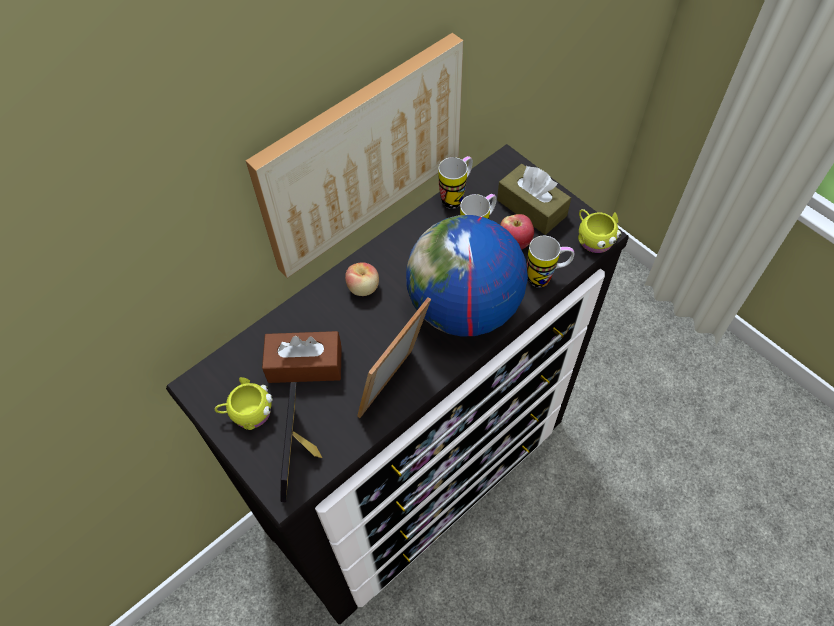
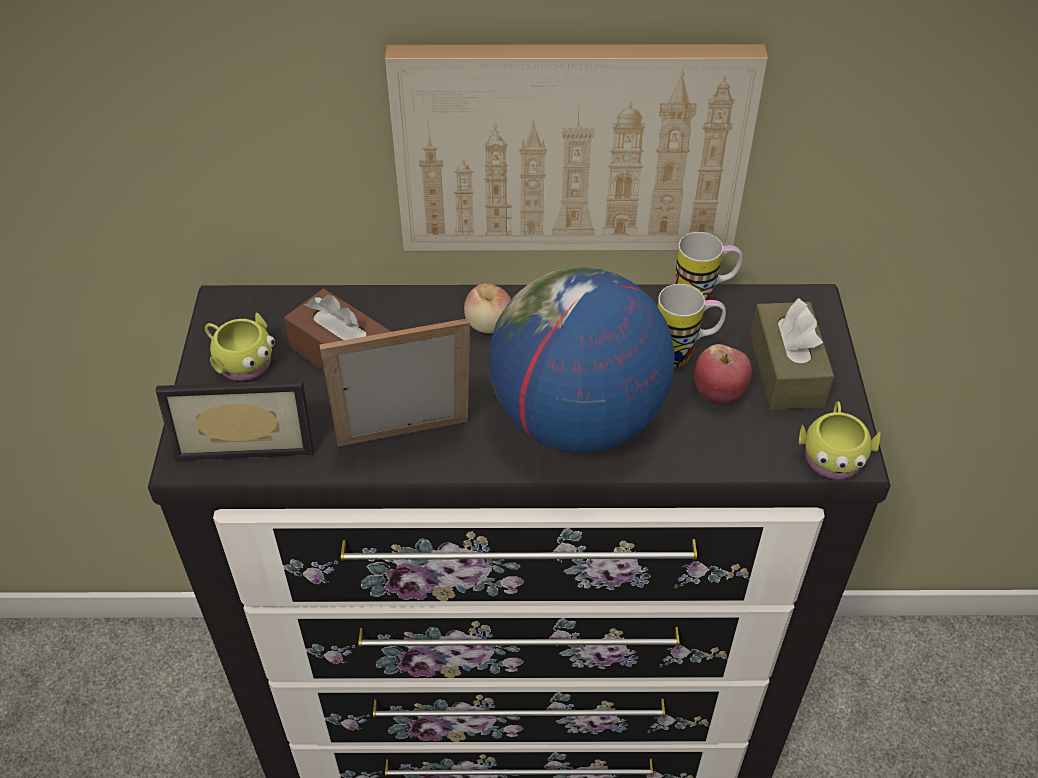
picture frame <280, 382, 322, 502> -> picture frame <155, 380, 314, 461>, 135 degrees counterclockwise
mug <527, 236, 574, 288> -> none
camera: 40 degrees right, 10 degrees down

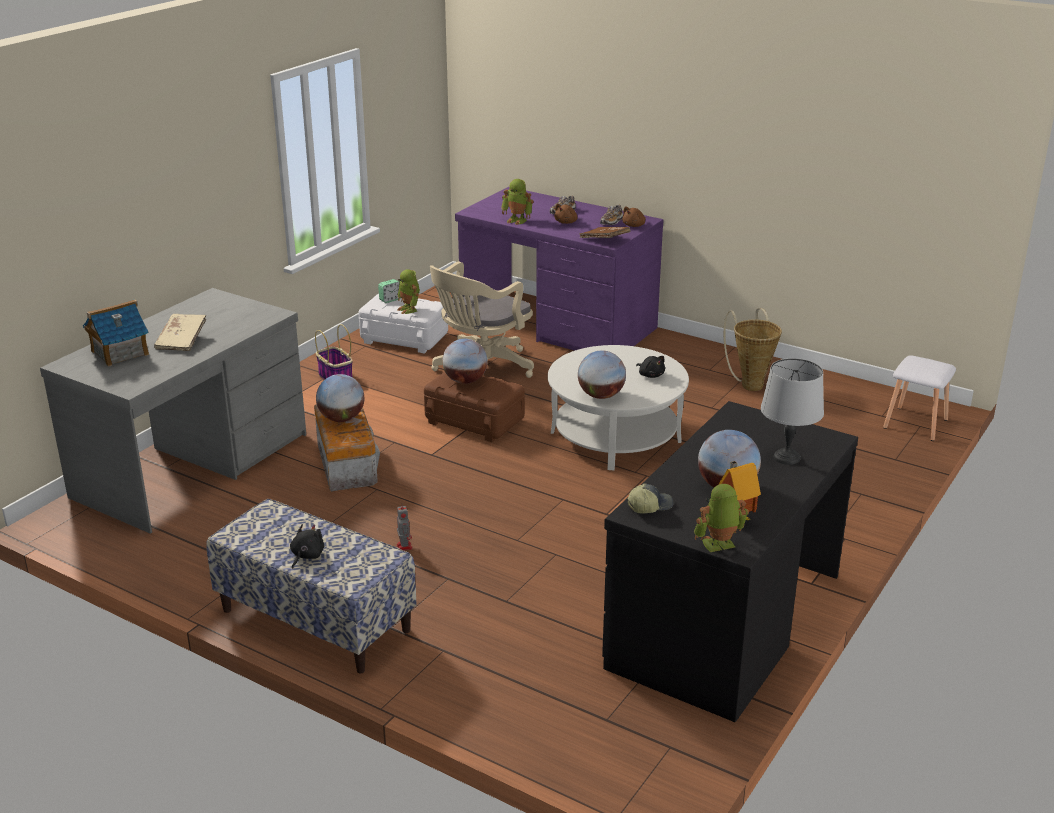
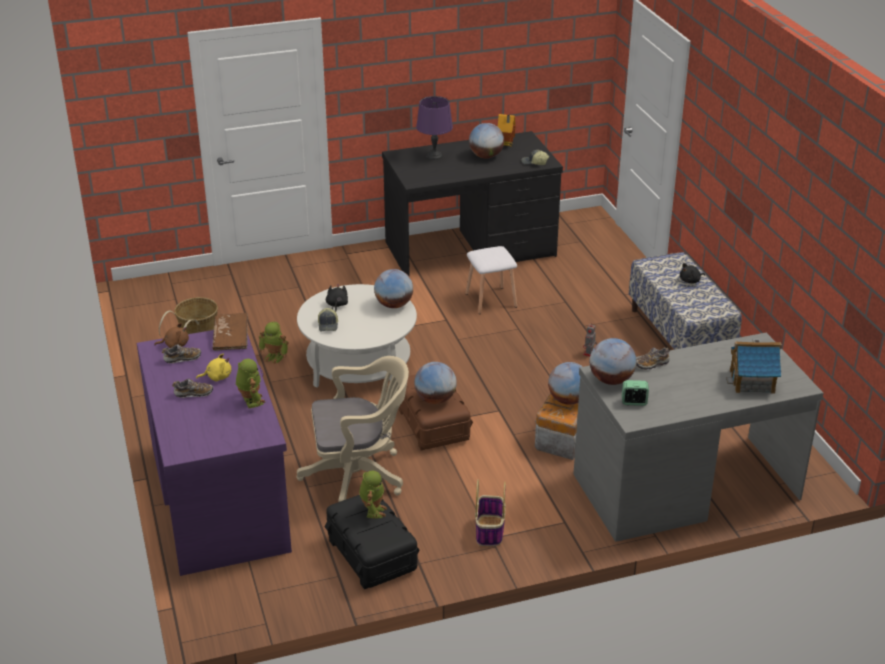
plush toy in brown <554, 204, 577, 224> -> plush toy in yellow <196, 353, 231, 381>
toy robot <694, 484, 749, 552> -> toy robot <259, 321, 289, 364>, moved
none -> cap <318, 308, 338, 331>
storage box in white <359, 294, 448, 353> -> storage box in black <325, 495, 420, 589>
table lamp in grey <761, 358, 824, 465> -> table lamp in purple <416, 96, 453, 160>
stool in white <883, 355, 956, 441> -> stool in white <465, 246, 517, 314>, moved
none -> globe <590, 338, 637, 385>
alarm clock <378, 279, 401, 303> -> alarm clock <622, 380, 649, 406>, moved
none -> shoe <636, 347, 670, 370>
book in beige <154, 314, 206, 351> -> none
camera: 140 degrees left, 5 degrees up

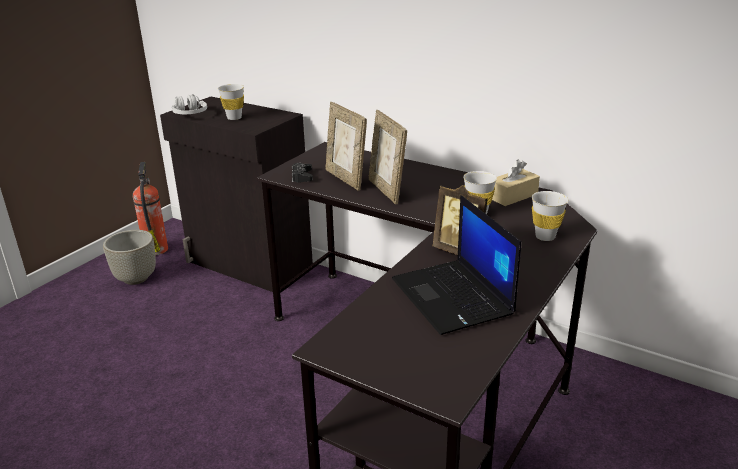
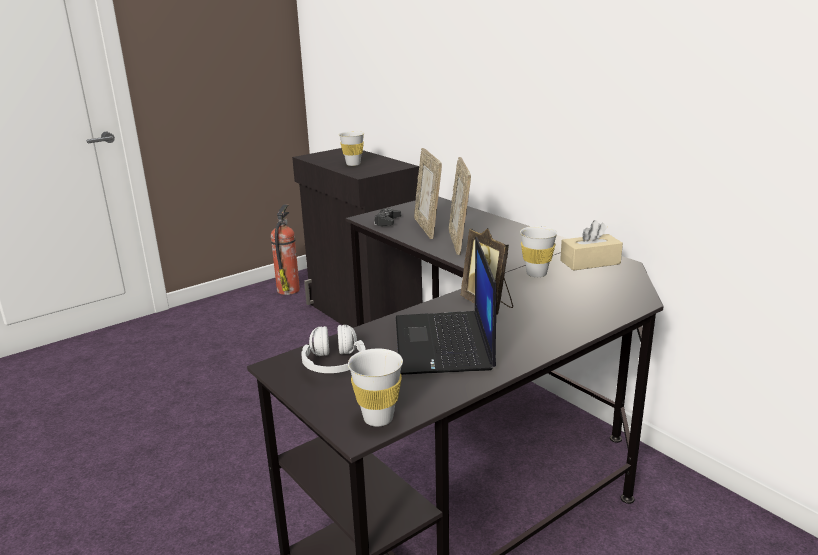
headphones in white <172, 94, 207, 114> -> headphones in white <301, 325, 366, 373>, moved
cup in white <532, 191, 568, 241> -> cup in white <348, 348, 403, 427>, moved
planter in grey <103, 230, 156, 285> -> none
camera: 20 degrees right, 5 degrees down

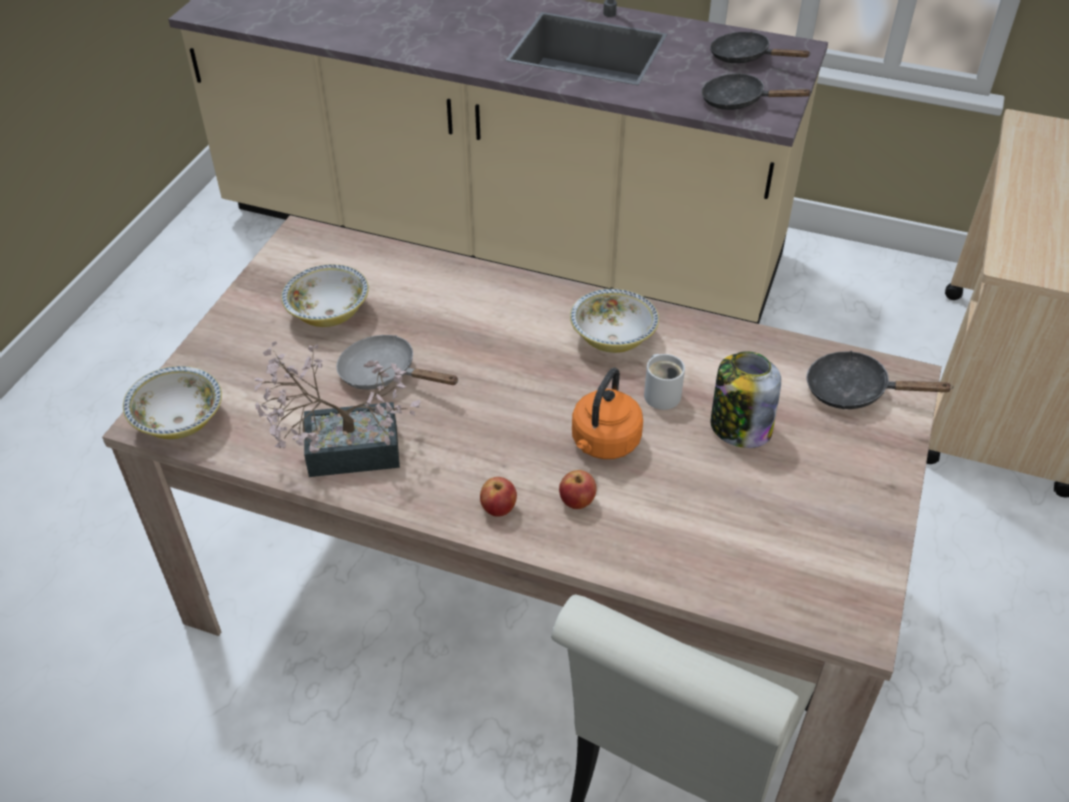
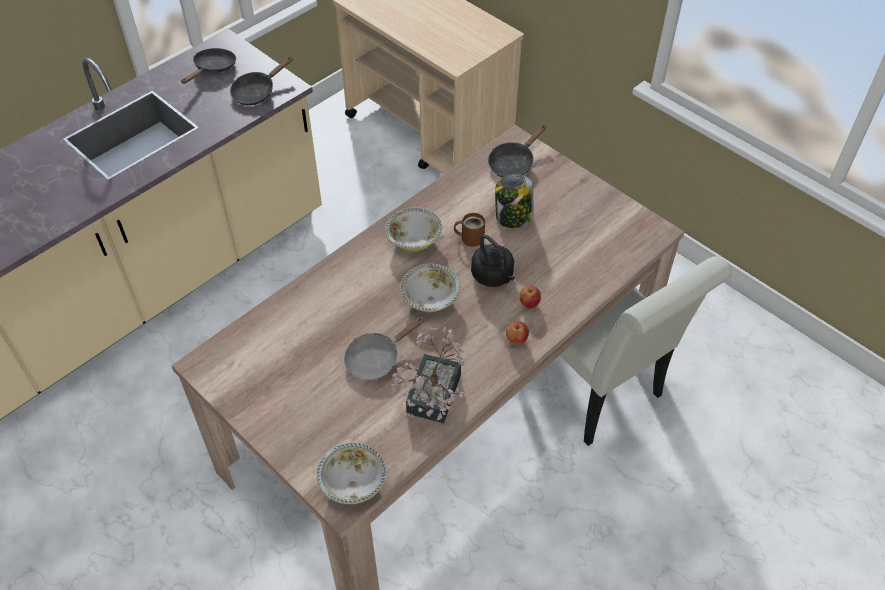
frying pan in black <710, 32, 810, 63> -> frying pan in black <181, 48, 236, 84>, 150 degrees clockwise
bowl <281, 264, 369, 327> -> bowl <400, 264, 460, 312>, moved
mug in white <644, 354, 685, 410> -> mug in brown <454, 213, 485, 247>
kettle in orange <572, 368, 643, 459> -> kettle in black <471, 235, 515, 287>
camera: 65 degrees left, 5 degrees up

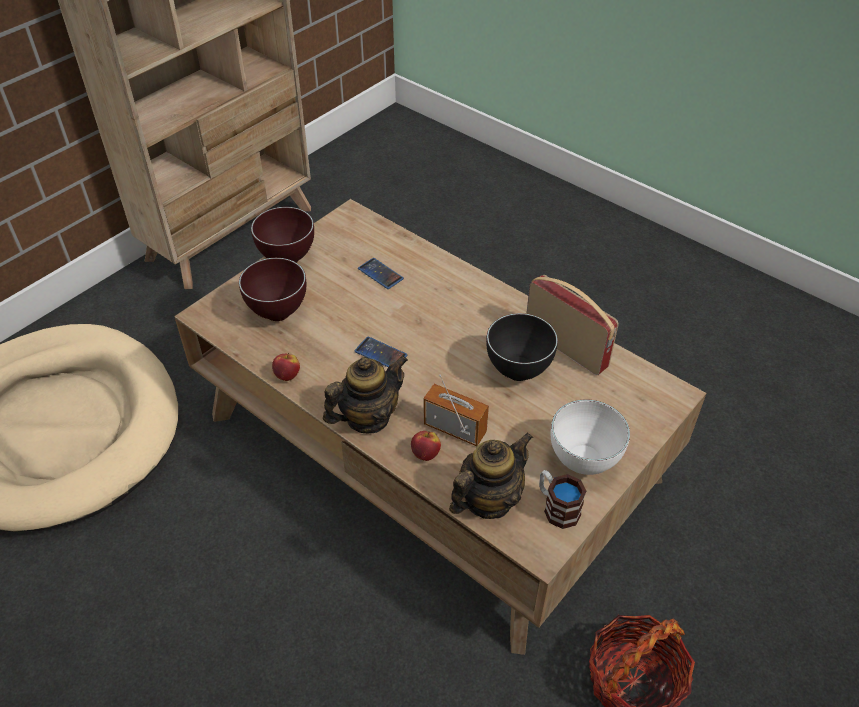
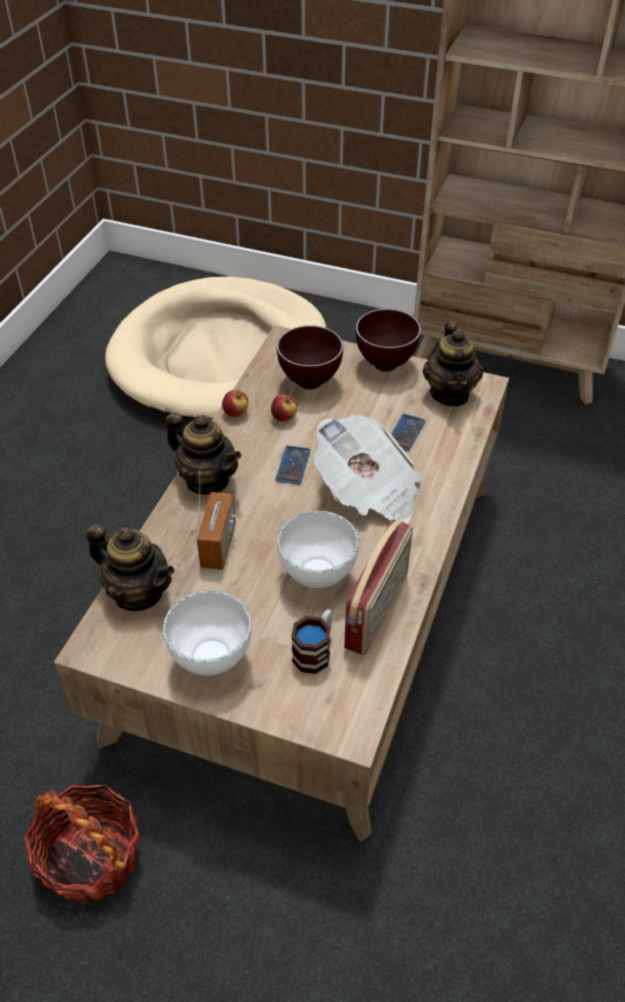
apple <411, 431, 441, 461> -> apple <271, 394, 297, 422>, moved
bowl in black <486, 313, 558, 381> -> bowl in white <277, 510, 359, 588>
mug <539, 470, 587, 529> -> mug <291, 609, 332, 674>, moved
none -> newspaper <313, 415, 422, 524>
none -> teapot <422, 321, 484, 407>
camera: 70 degrees right, 0 degrees up

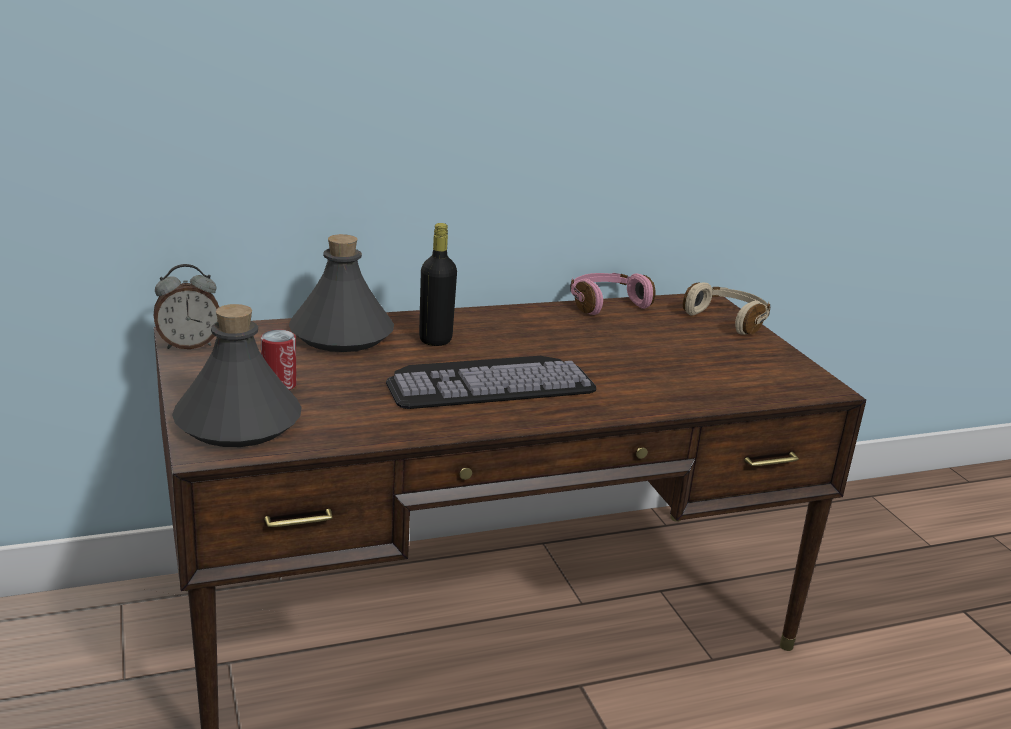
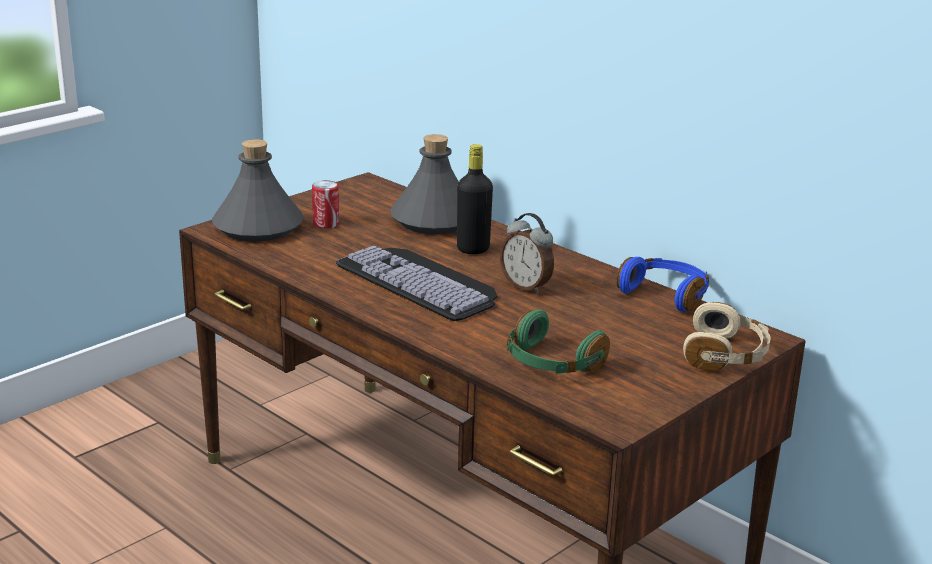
alarm clock <153, 264, 219, 349> -> alarm clock <500, 213, 554, 293>, moved
none -> headphones in green <507, 310, 610, 374>
headphones in pink <570, 273, 656, 315> -> headphones in blue <616, 257, 709, 311>
camera: 65 degrees right, 0 degrees up

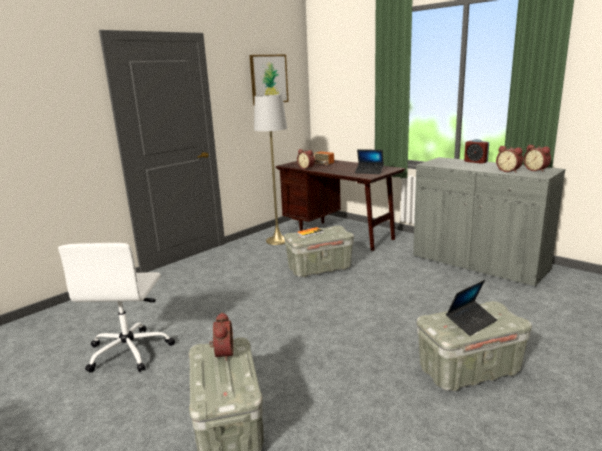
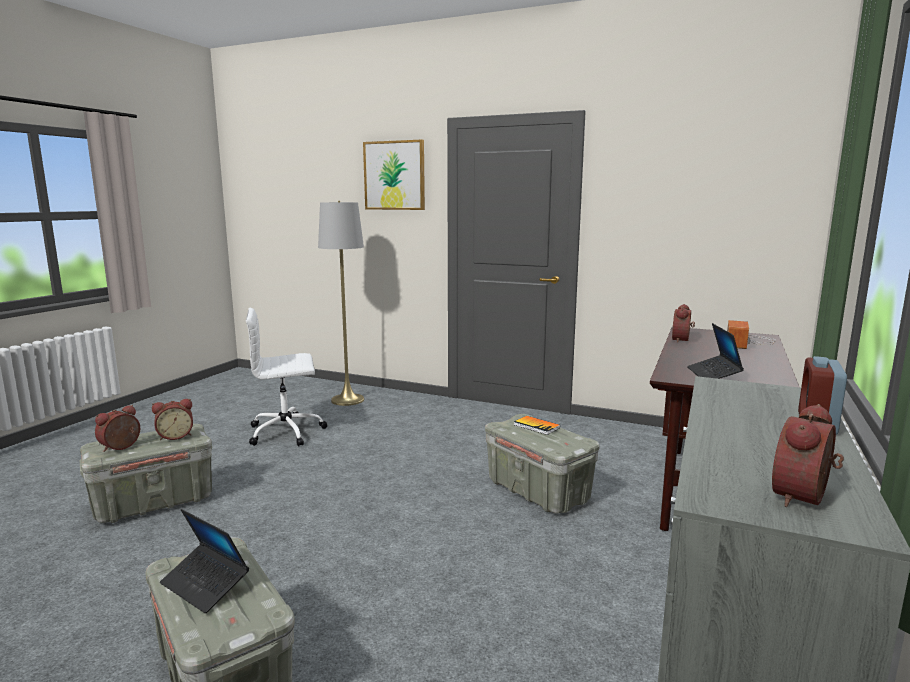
alarm clock <496, 146, 523, 173> -> alarm clock <95, 405, 140, 452>, moved
floor lamp in grey <254, 94, 287, 245> -> floor lamp in grey <318, 201, 364, 406>, moved
picture <250, 55, 289, 105> -> picture <363, 140, 425, 210>, moved
camera: 70 degrees right, 5 degrees down

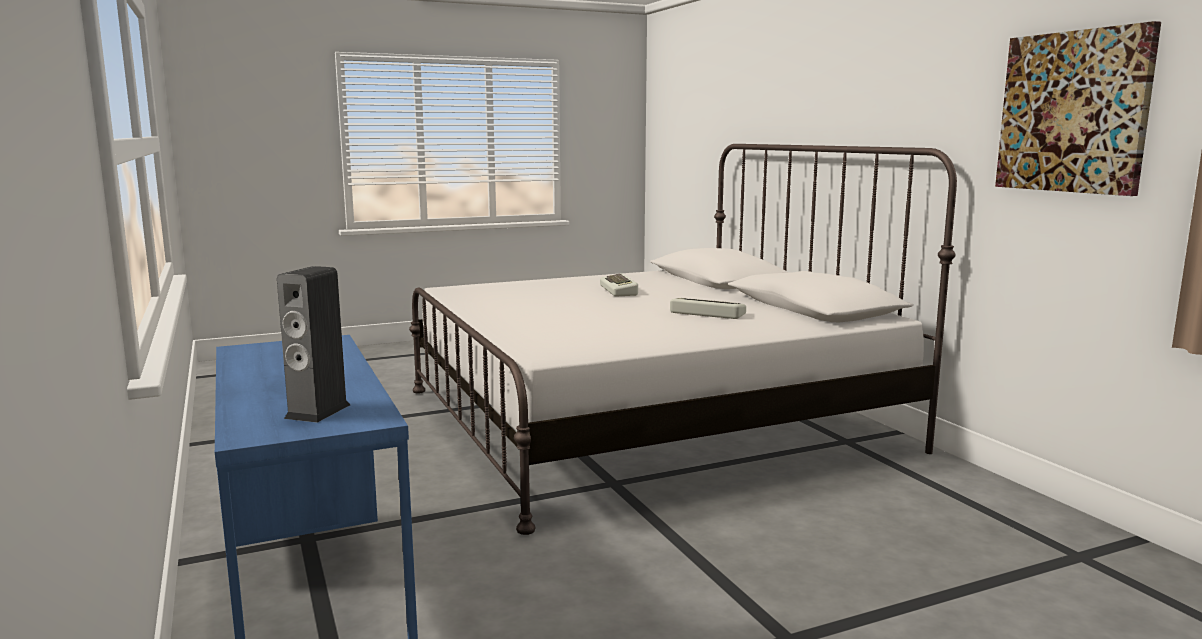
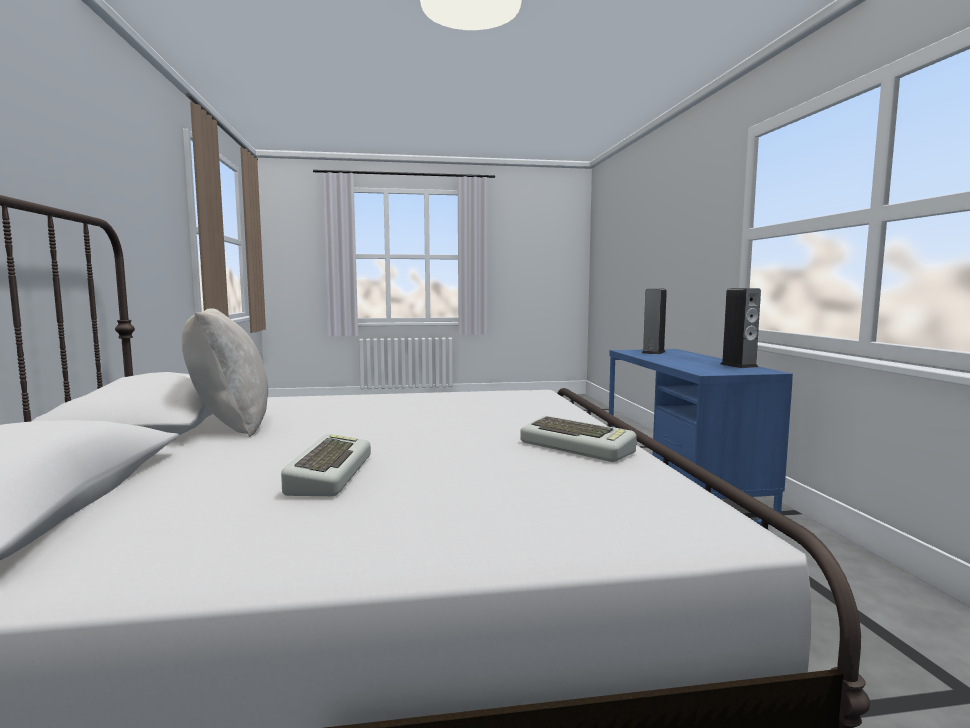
none -> pillow in beige <182, 308, 268, 437>
keyboard <670, 298, 746, 319> -> keyboard <520, 416, 637, 462>, moved
none -> speaker <721, 288, 761, 368>
picture <995, 21, 1161, 196> -> none
camera: 165 degrees left, 5 degrees down

